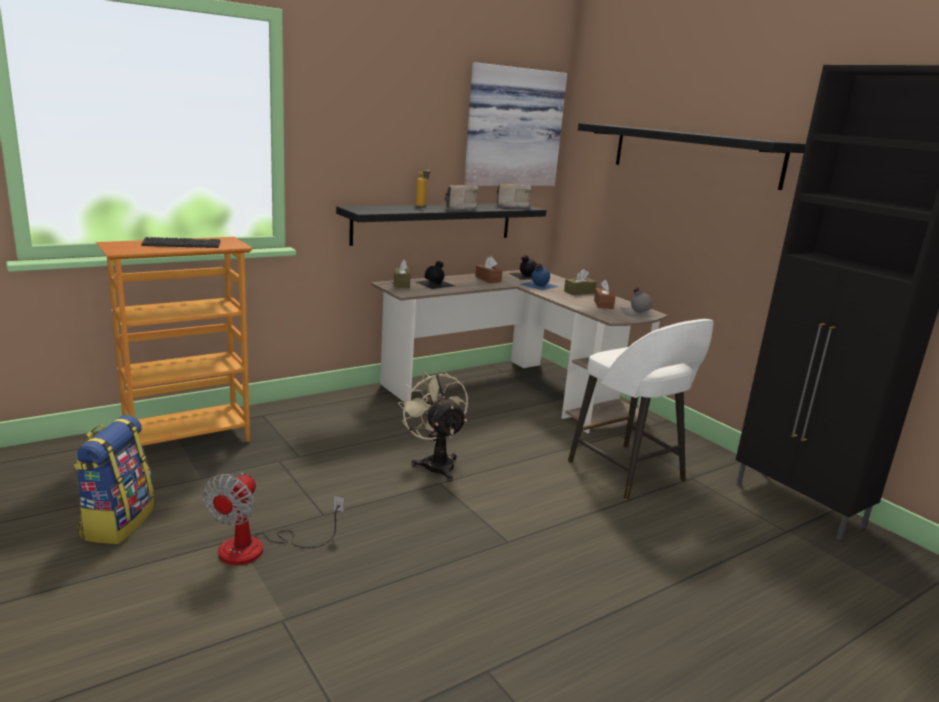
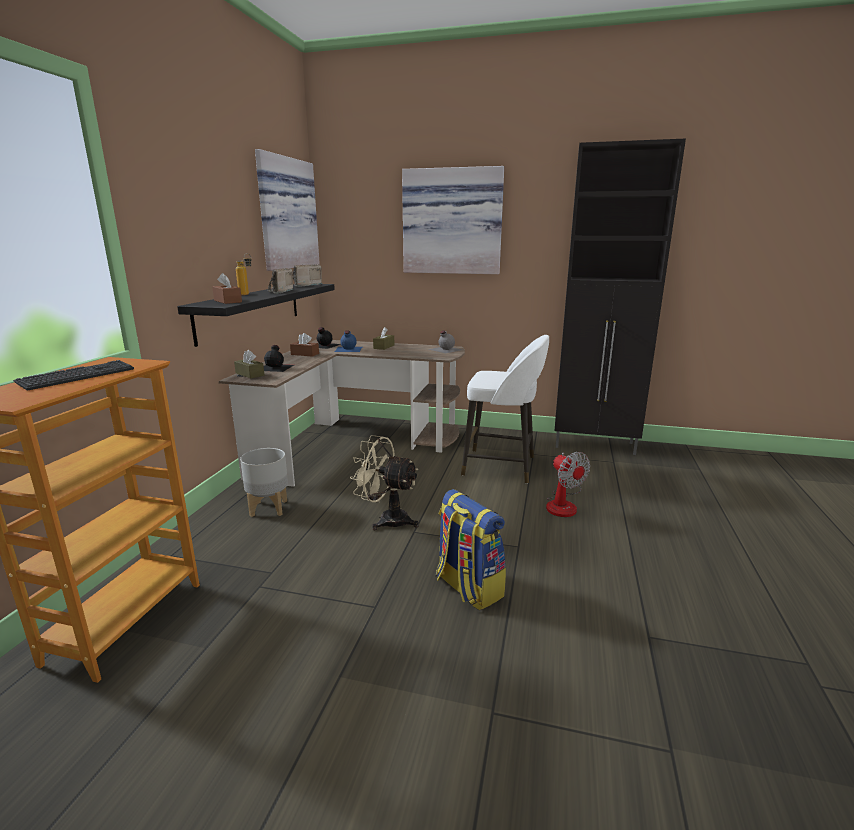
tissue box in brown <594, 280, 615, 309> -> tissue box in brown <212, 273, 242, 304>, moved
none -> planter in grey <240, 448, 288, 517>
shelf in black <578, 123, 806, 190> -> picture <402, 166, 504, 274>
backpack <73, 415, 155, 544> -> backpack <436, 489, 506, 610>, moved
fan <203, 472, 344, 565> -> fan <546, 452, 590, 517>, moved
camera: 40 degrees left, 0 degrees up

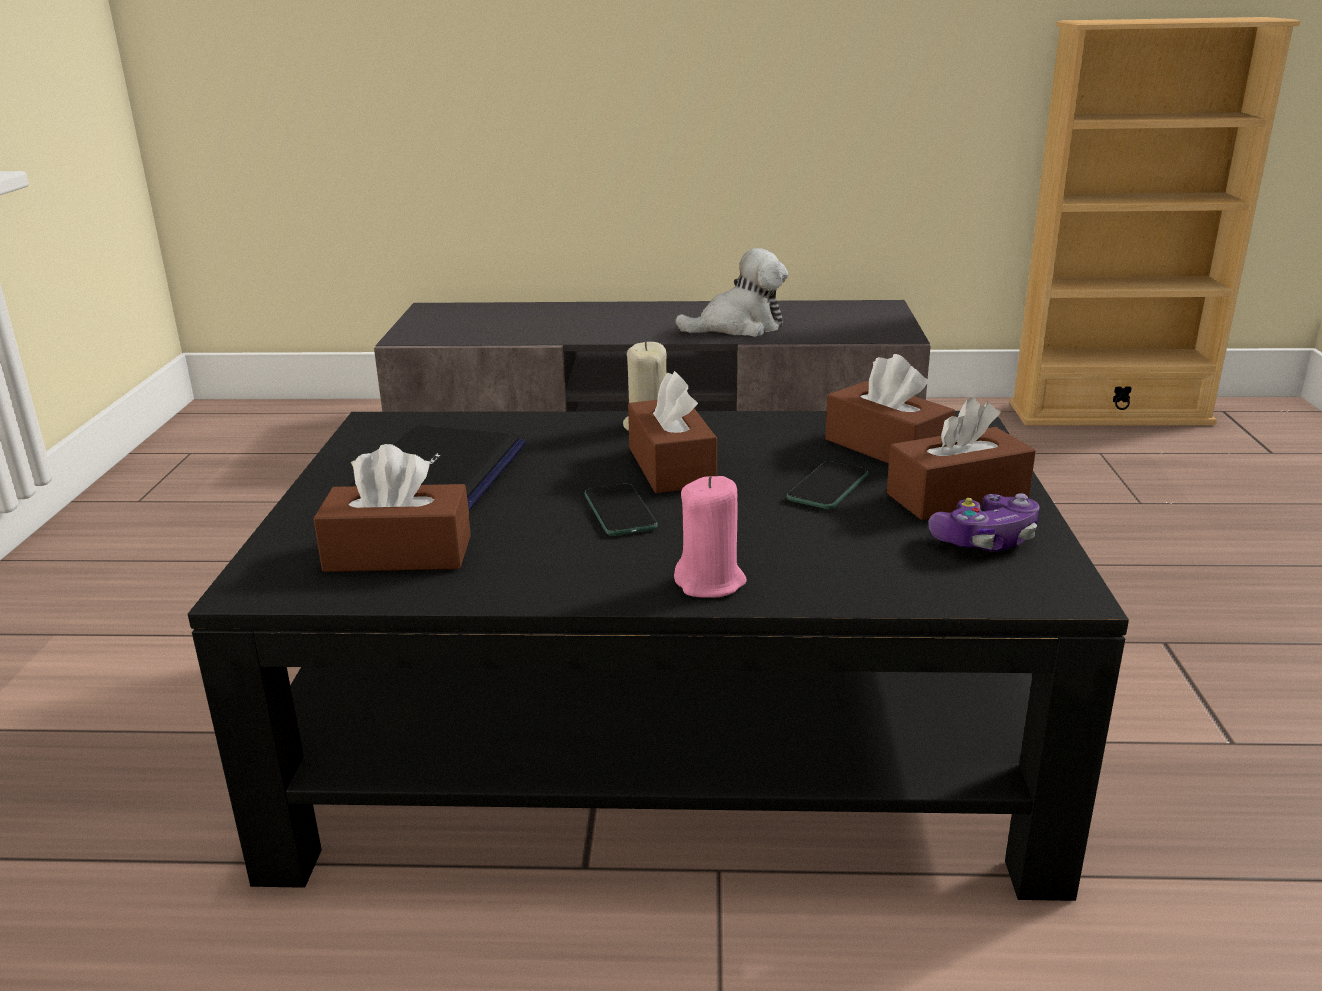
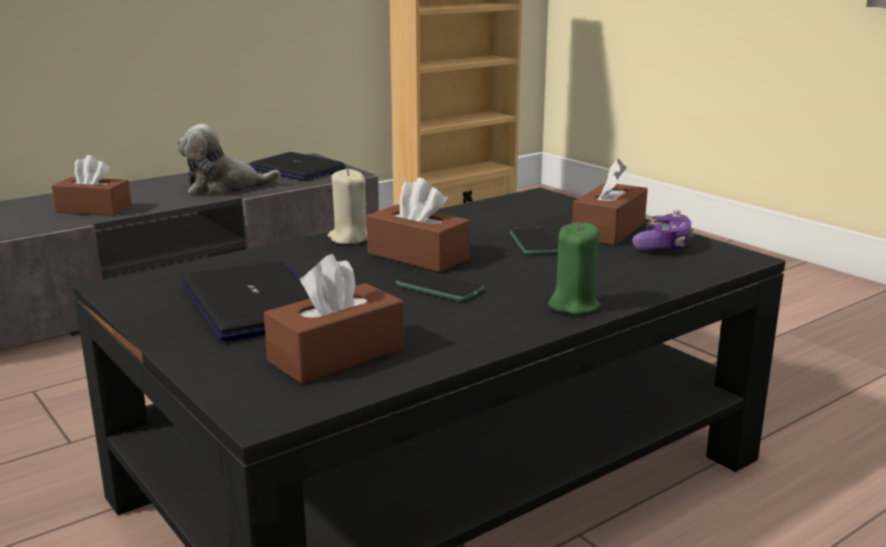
tissue box in brown <825, 354, 955, 464> -> tissue box in brown <52, 155, 132, 216>, moved
plush toy <675, 248, 789, 337> -> plush toy <177, 124, 281, 195>, 135 degrees counterclockwise
none -> laptop <250, 152, 346, 181>
candle in pink <674, 476, 747, 598> -> candle in green <548, 221, 600, 315>
camera: 40 degrees left, 5 degrees down

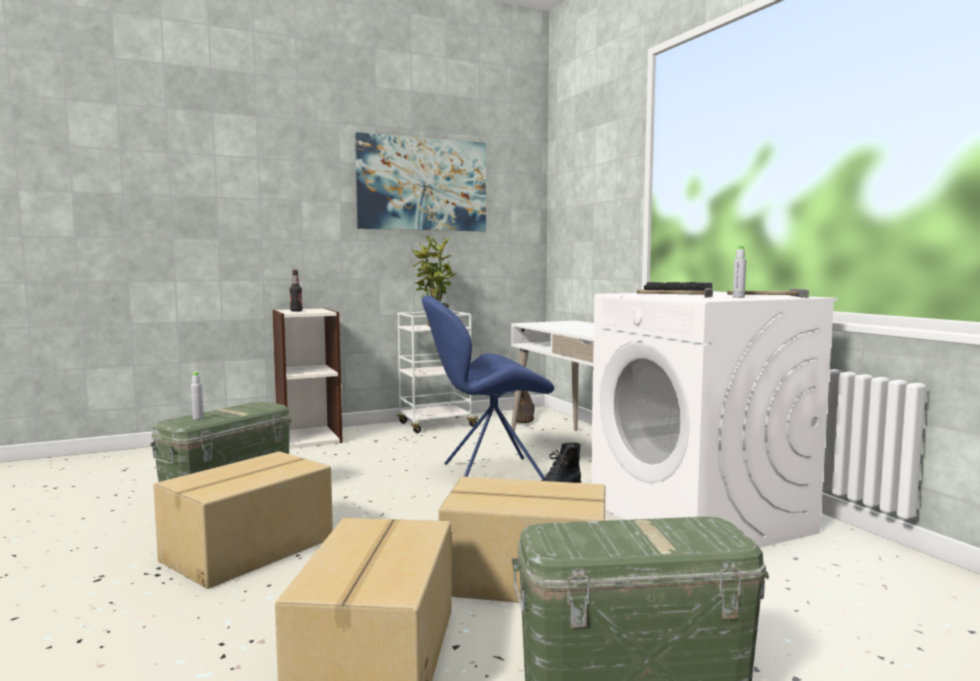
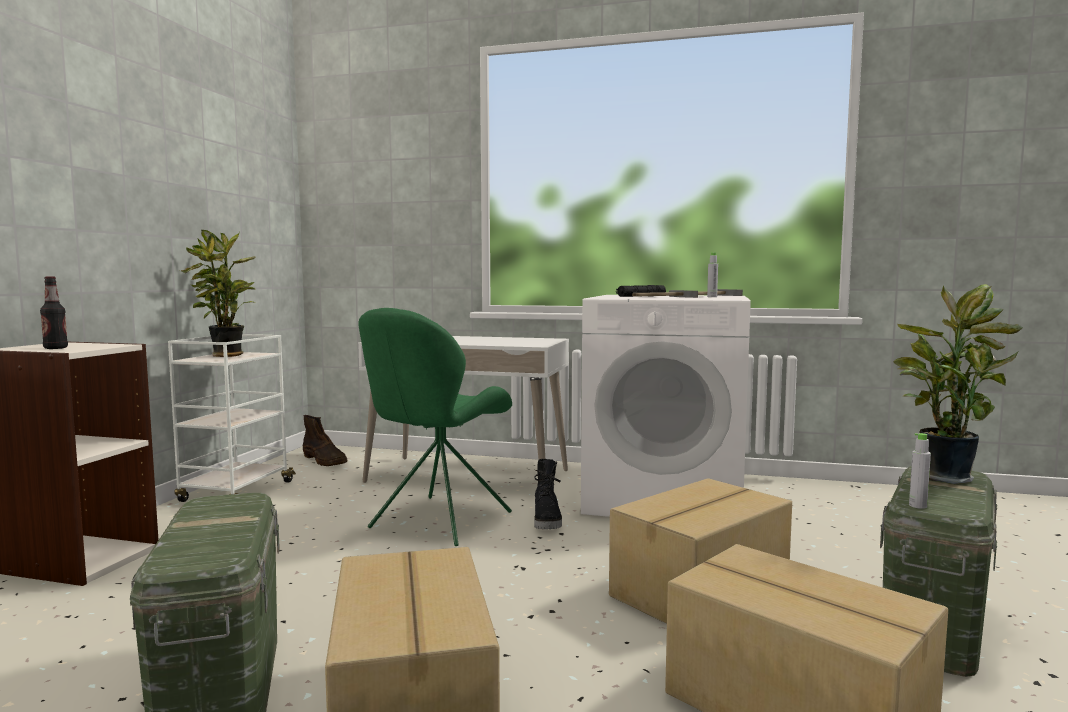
chair in blue <422, 295, 555, 480> -> chair in green <358, 308, 512, 546>
none -> potted plant <893, 284, 1023, 484>
bottle in grey <191, 372, 204, 419> -> bottle in grey <909, 433, 931, 509>, moved
picture <355, 132, 486, 231> -> none
camera: 50 degrees left, 0 degrees up

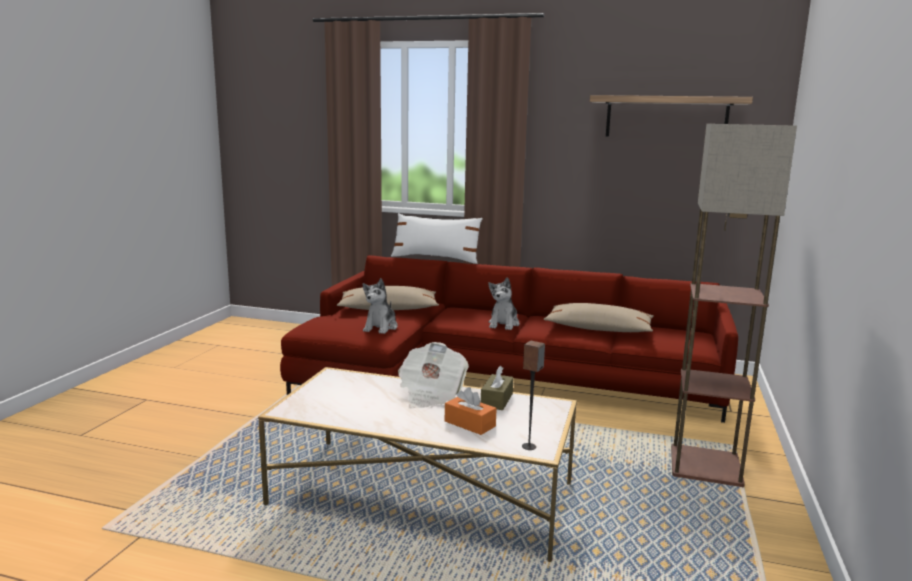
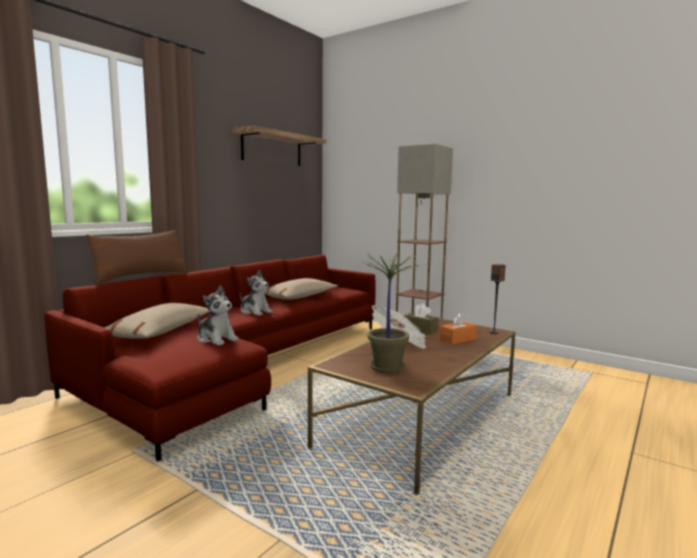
pillow in white <391, 213, 483, 264> -> pillow in brown <86, 230, 188, 284>
coffee table in white <258, 367, 577, 562> -> coffee table in brown <308, 319, 516, 495>
none -> potted plant <356, 253, 431, 373>
camera: 70 degrees left, 5 degrees down

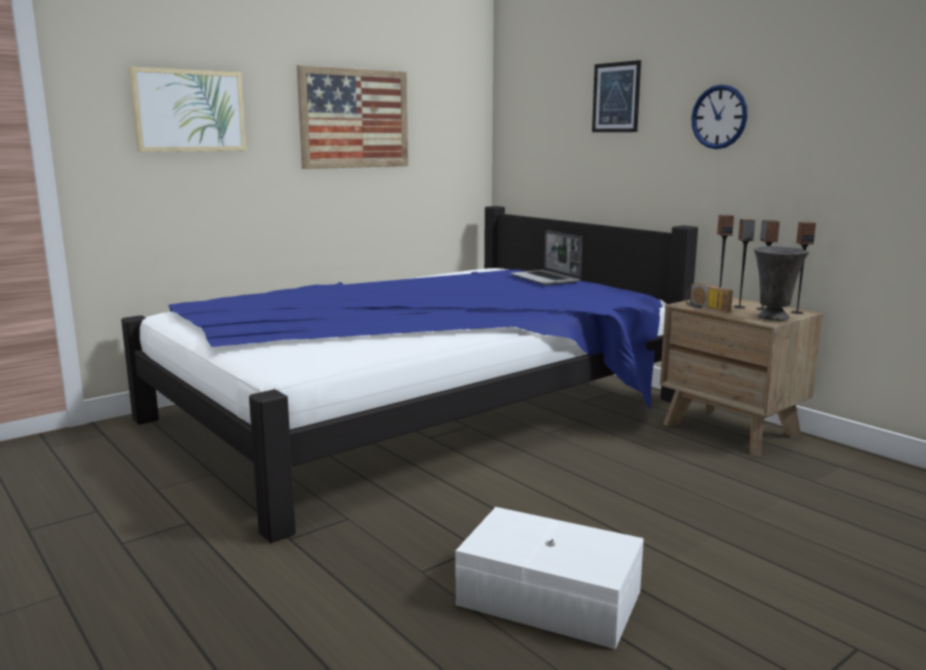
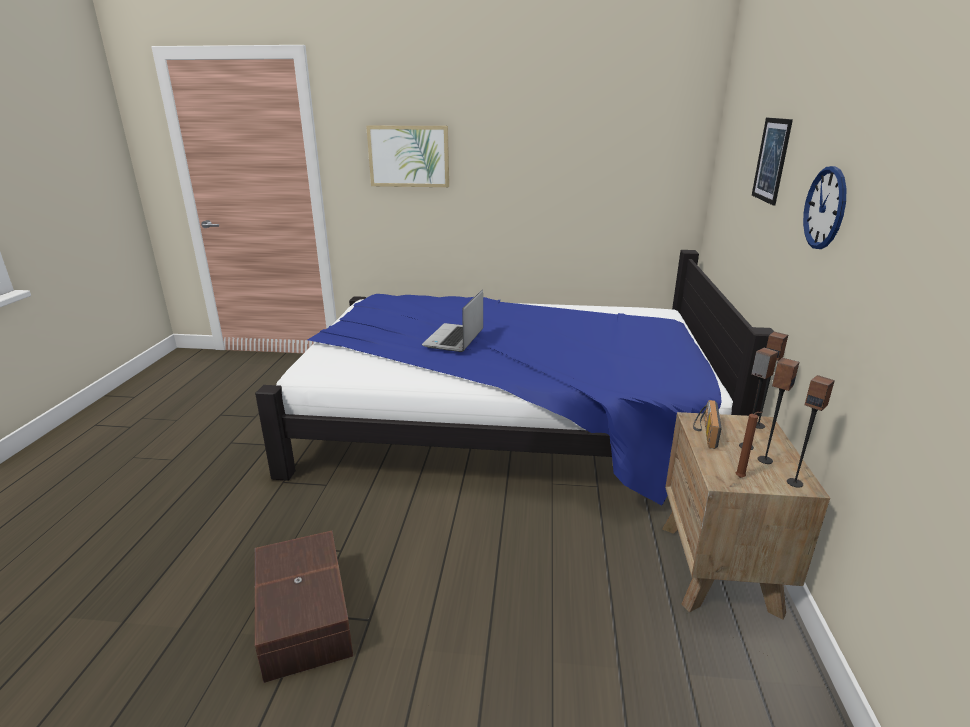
storage box in white <456, 507, 644, 649> -> storage box in brown <255, 531, 353, 683>
laptop <510, 230, 582, 285> -> laptop <422, 290, 483, 352>, moved
vase in grey <754, 246, 809, 321> -> candle in brown <736, 412, 763, 478>
picture <297, 65, 408, 169> -> none
camera: 45 degrees right, 10 degrees up

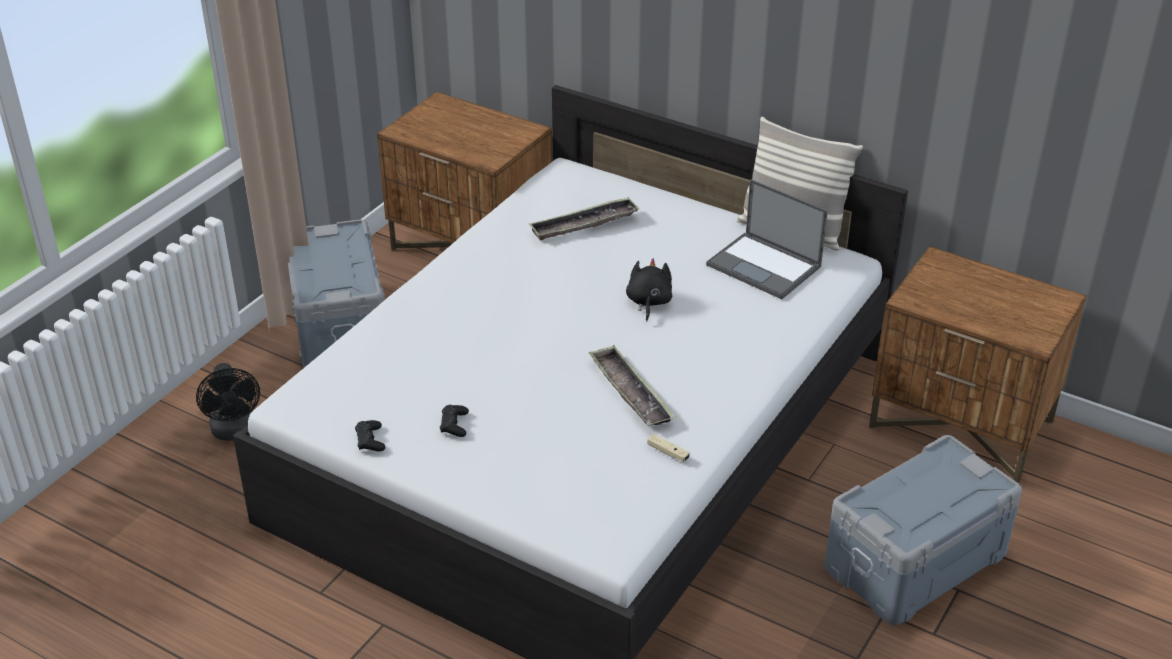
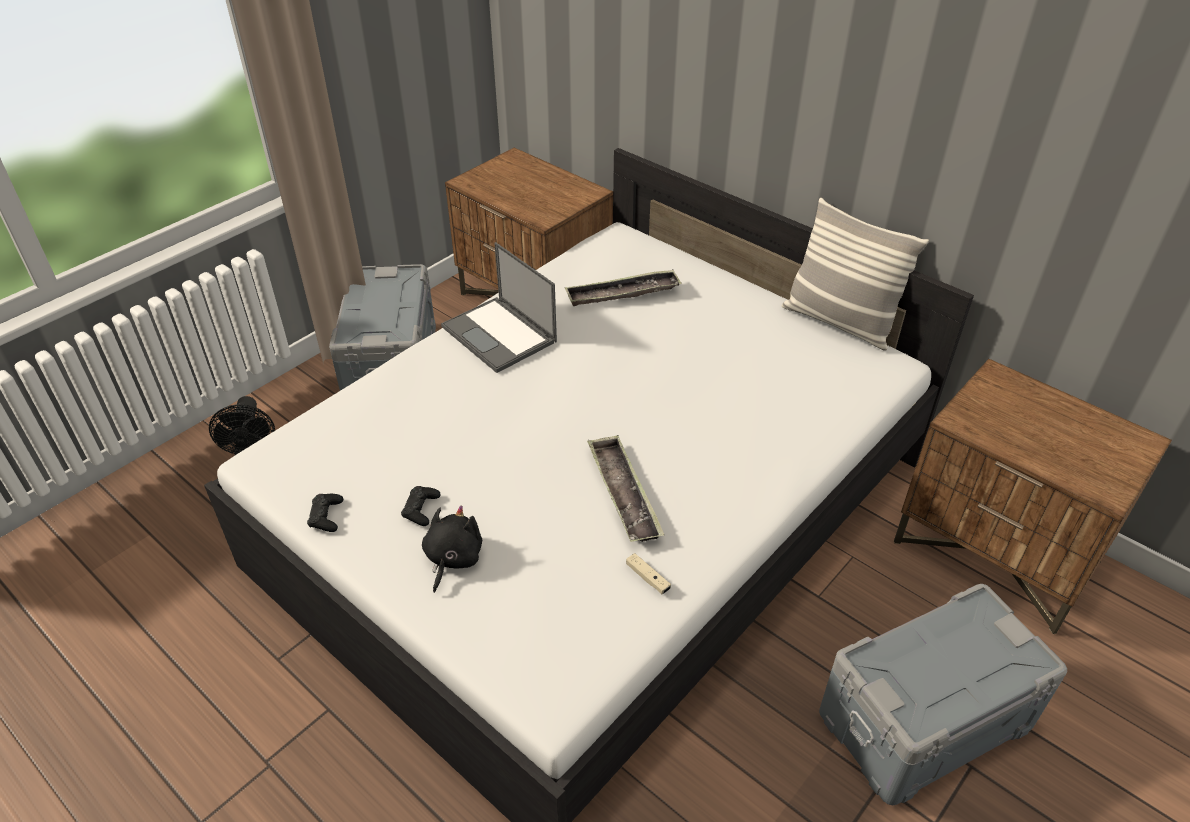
plush toy in black <626, 258, 672, 321> -> plush toy in black <422, 505, 482, 593>, moved
laptop <706, 179, 828, 299> -> laptop <441, 242, 557, 373>, moved
camera: 10 degrees right, 5 degrees up

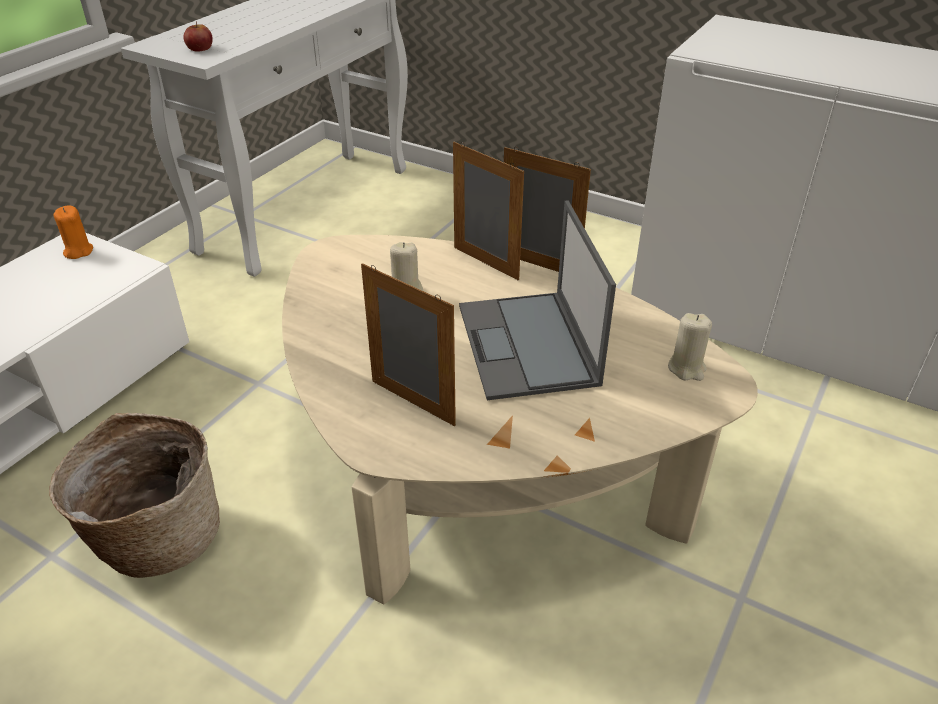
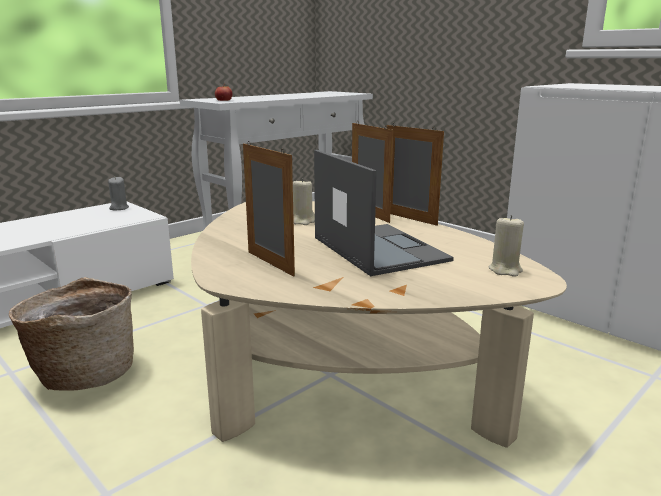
candle in orange <53, 205, 93, 259> -> candle in grey <108, 177, 129, 211>
laptop <459, 200, 616, 400> -> laptop <314, 150, 454, 276>, 150 degrees clockwise
camera: 15 degrees right, 20 degrees down

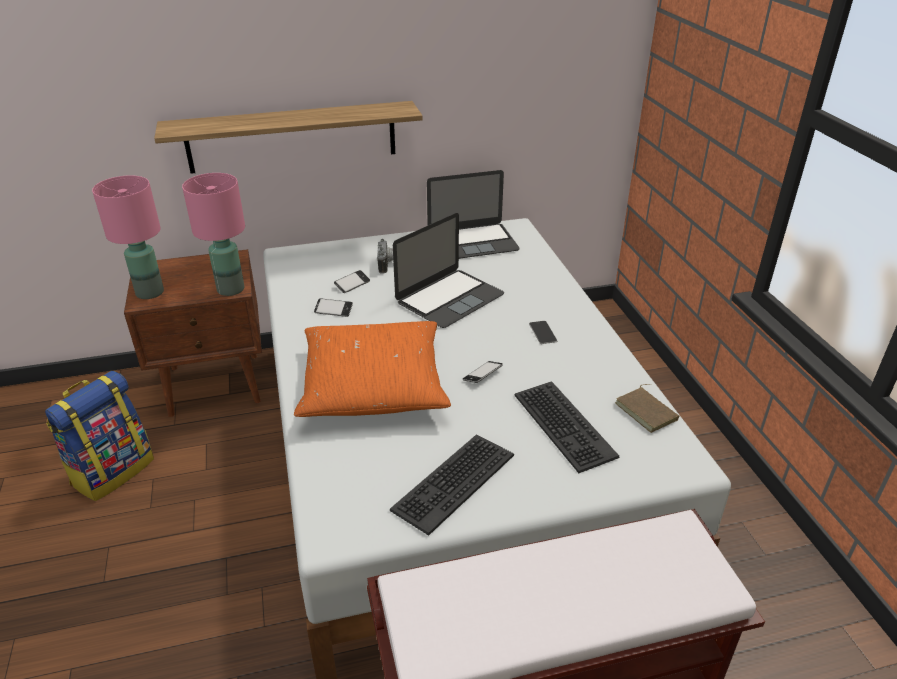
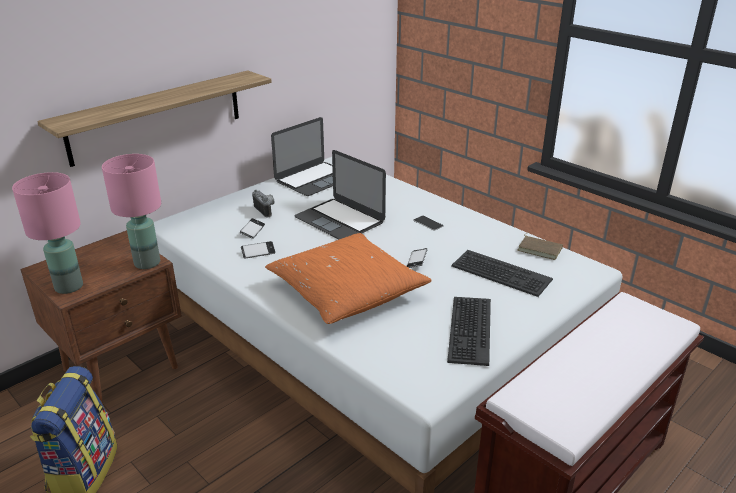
laptop <393, 213, 504, 328> -> laptop <295, 150, 386, 239>, 120 degrees clockwise
camera: 30 degrees left, 5 degrees down

